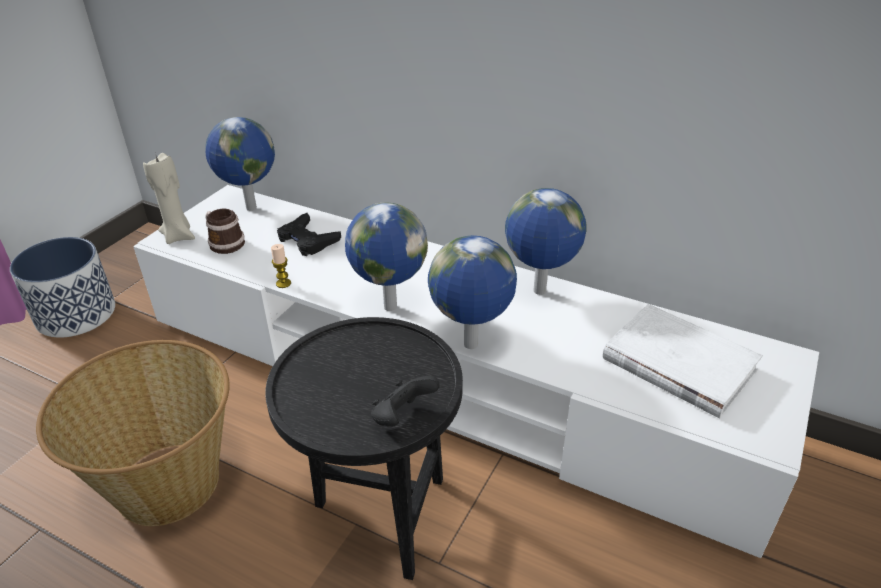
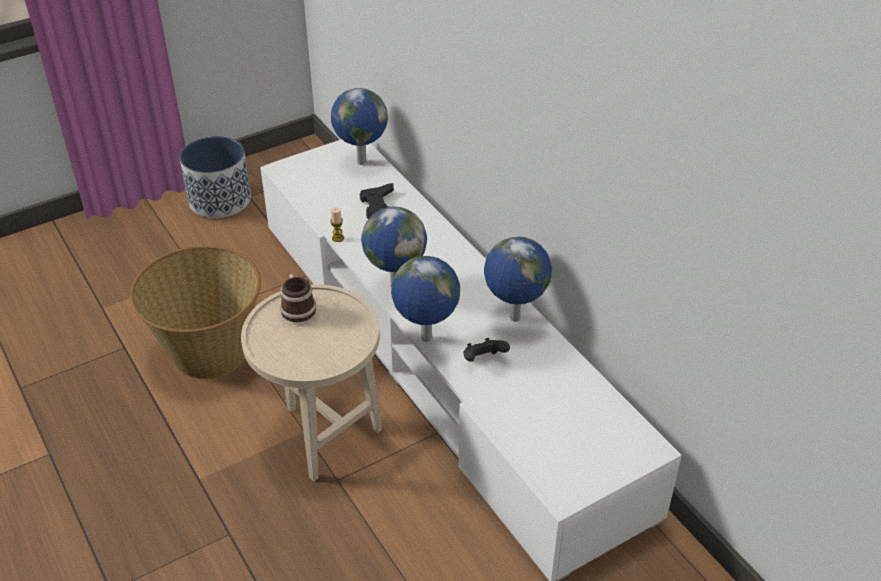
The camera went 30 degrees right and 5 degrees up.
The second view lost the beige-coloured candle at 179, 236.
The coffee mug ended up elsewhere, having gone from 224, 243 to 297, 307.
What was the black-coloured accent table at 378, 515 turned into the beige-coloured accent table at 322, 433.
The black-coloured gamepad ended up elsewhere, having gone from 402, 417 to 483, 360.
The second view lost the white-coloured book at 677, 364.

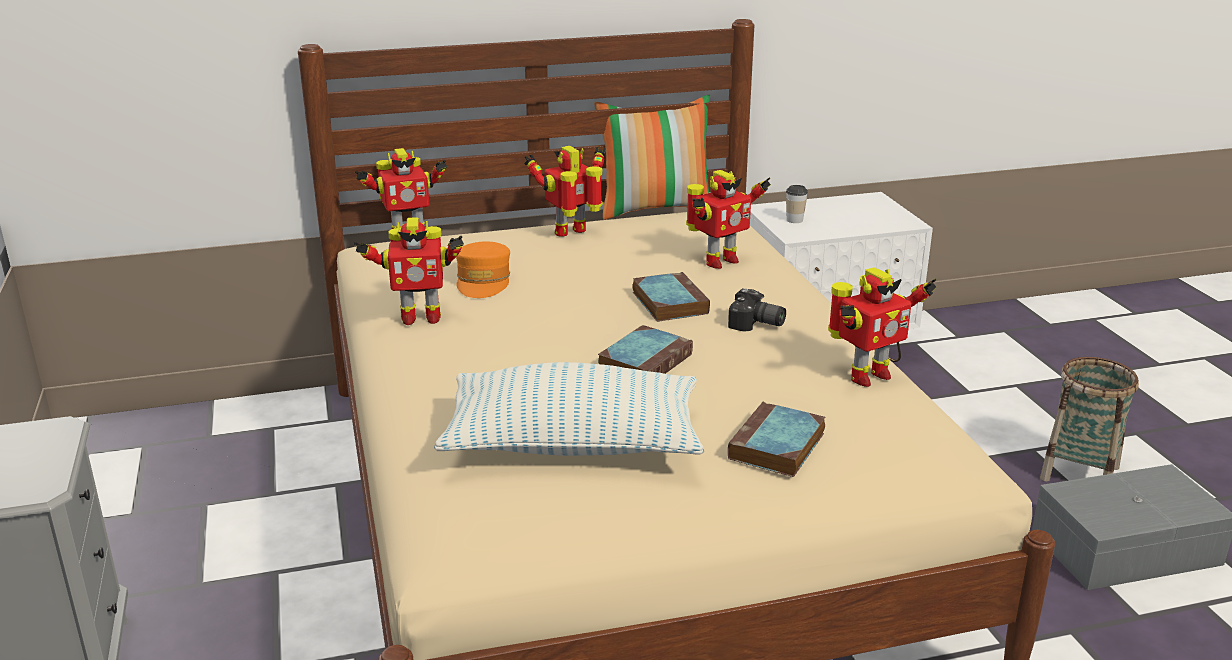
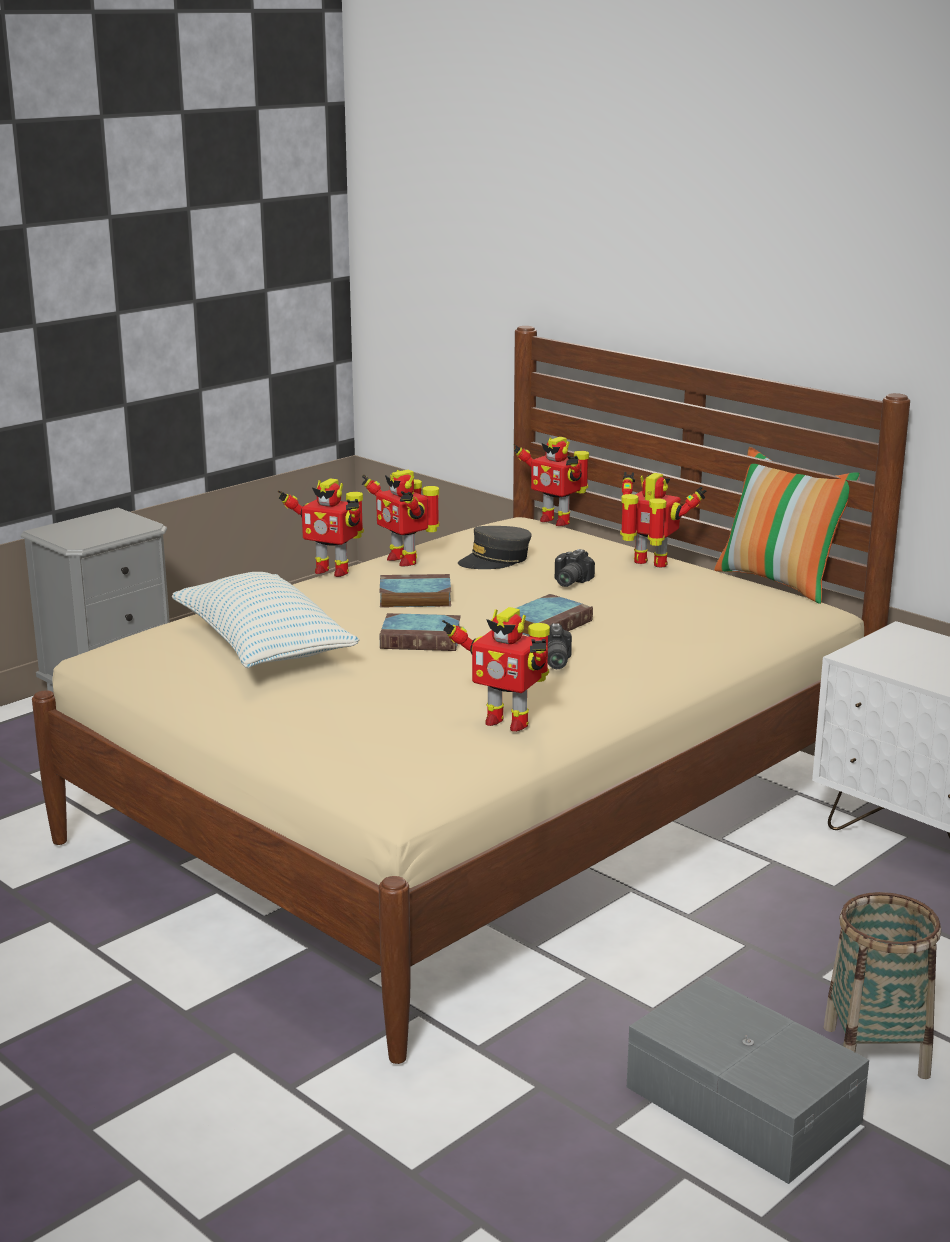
The camera went 60 degrees right and 5 degrees down.
What was the orangey peaked cap at 483, 281 turned into the grey peaked cap at 495, 560.
The robot figure ended up elsewhere, having gone from 719, 261 to 331, 570.
The book ended up elsewhere, having gone from 776, 447 to 413, 597.
The second view lost the drinking cup at 794, 220.
The second view gained the still camera at 568, 581.

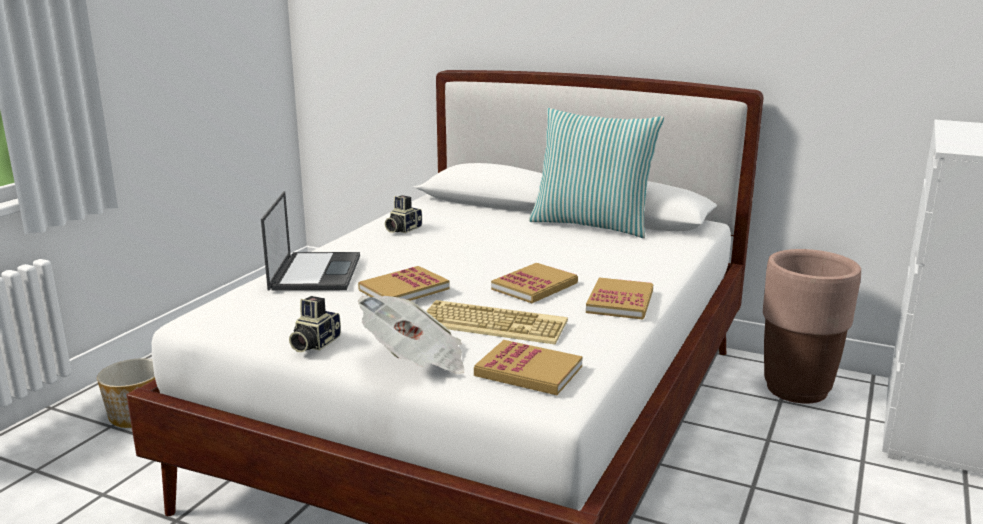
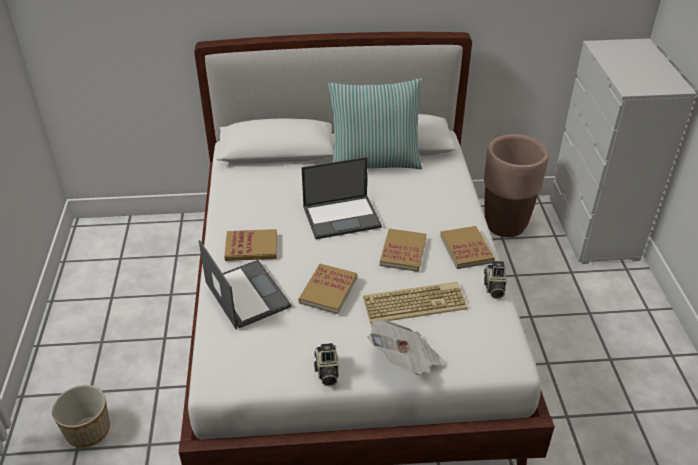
The camera went 30 degrees left and 20 degrees up.
The still camera ended up elsewhere, having gone from 402, 229 to 493, 288.
The book ended up elsewhere, having gone from 528, 371 to 251, 247.
The second view gained the portable computer at 342, 216.

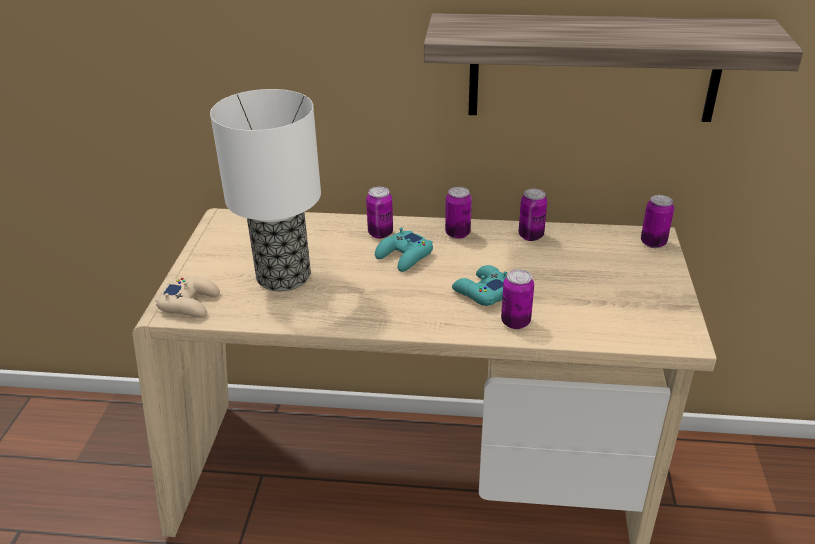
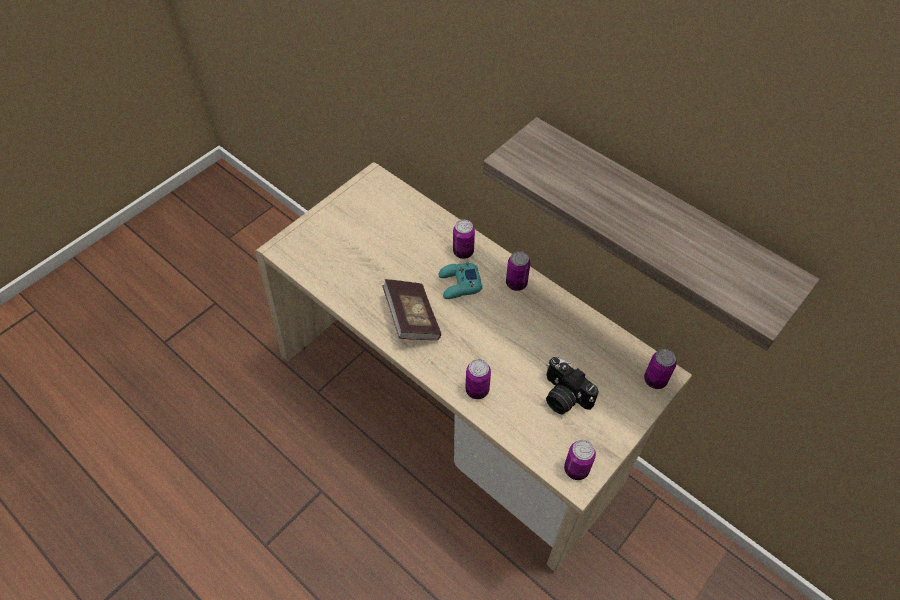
The camera went 35 degrees right and 20 degrees up.
The second view lost the beige-coloured gamepad at 190, 303.
The second view lost the table lamp at 282, 276.
The second view lost the blue-green gamepad at 482, 292.
The sealed can ended up elsewhere, having gone from 530, 236 to 576, 469.
The second view gained the book at 412, 318.
The second view gained the still camera at 563, 396.

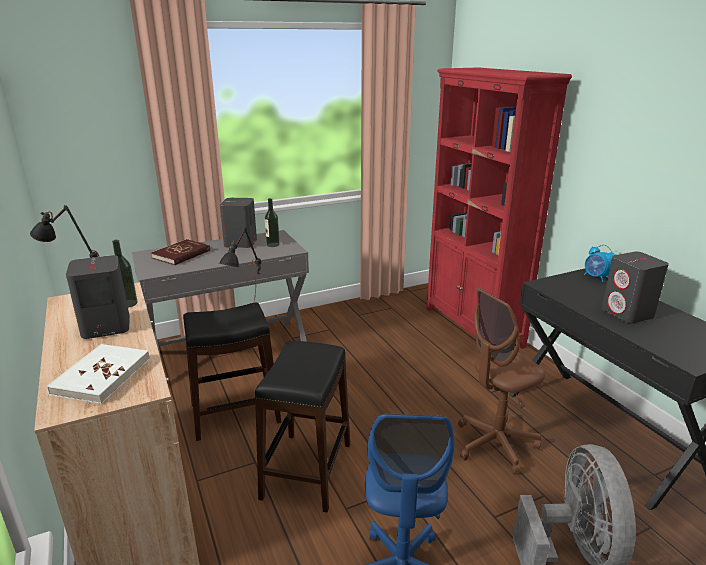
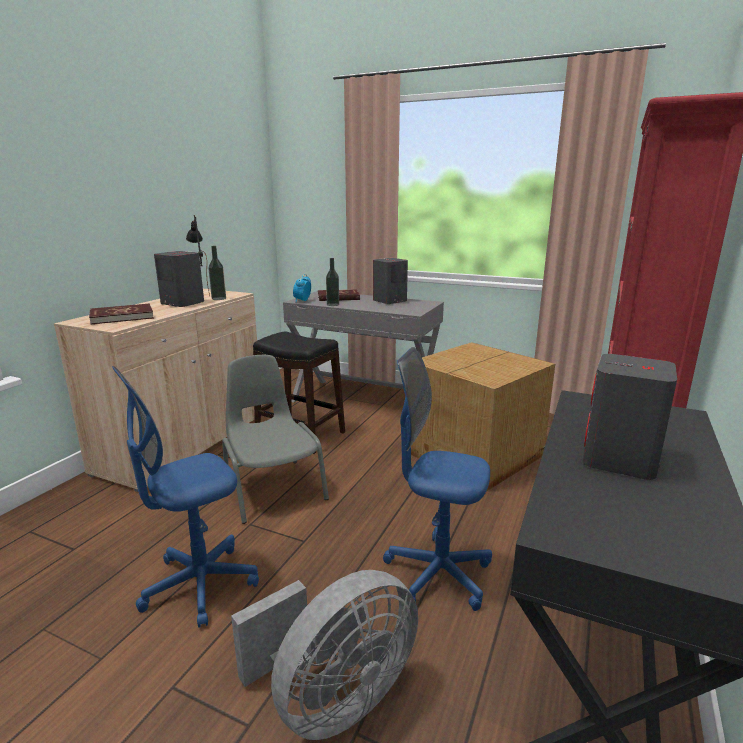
The camera went 50 degrees right and 5 degrees down.
What was the white-coloured book at 101, 376 turned into the red-coloured book at 122, 317.
The second view lost the black-coloured table lamp at 247, 315.
Where the black-coloured sitting stool stood at 306, 470, the grey chair came to stand at 273, 488.
The beverage bottle ended up elsewhere, having gone from 273, 244 to 333, 304.
What was the brown office chair at 495, 444 turned into the blue office chair at 437, 574.
The alarm clock ended up elsewhere, having gone from 596, 277 to 302, 301.
The second view gained the packing box at 476, 454.

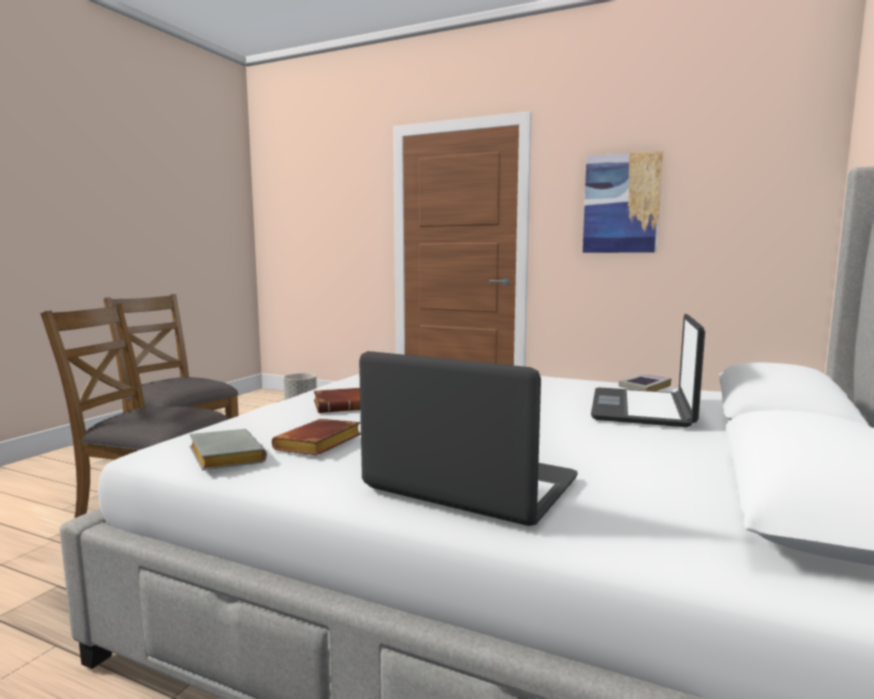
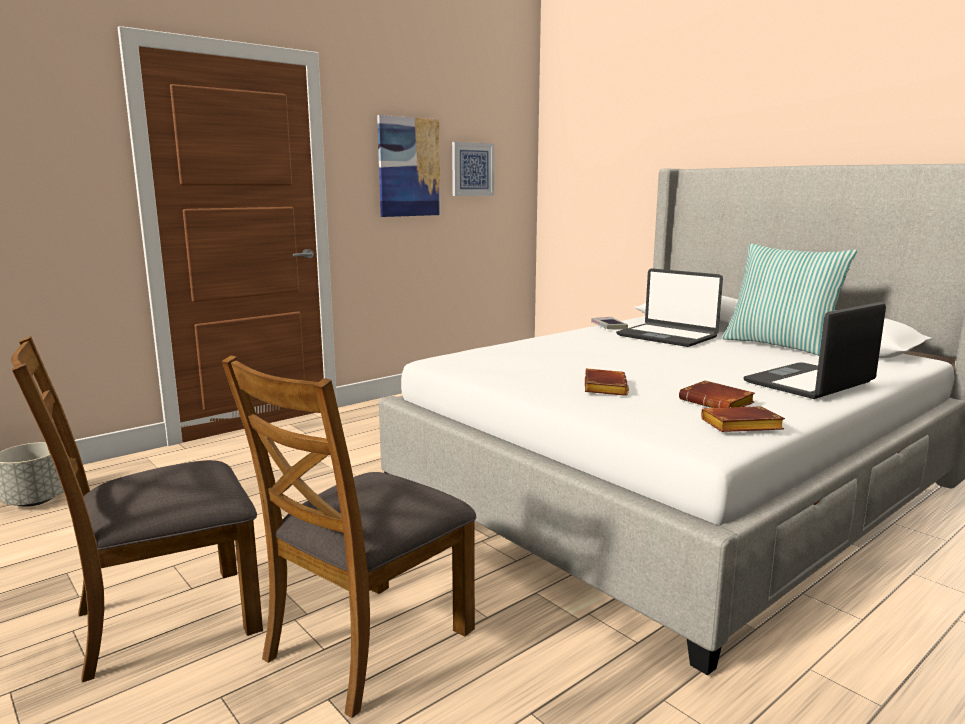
The camera went 65 degrees left and 5 degrees up.
What was the grey book at 223, 457 turned into the brown book at 740, 427.
The second view gained the picture at 472, 169.
The second view gained the cushion at 780, 346.

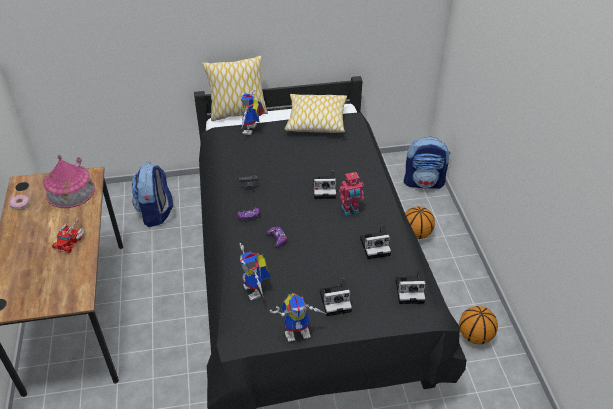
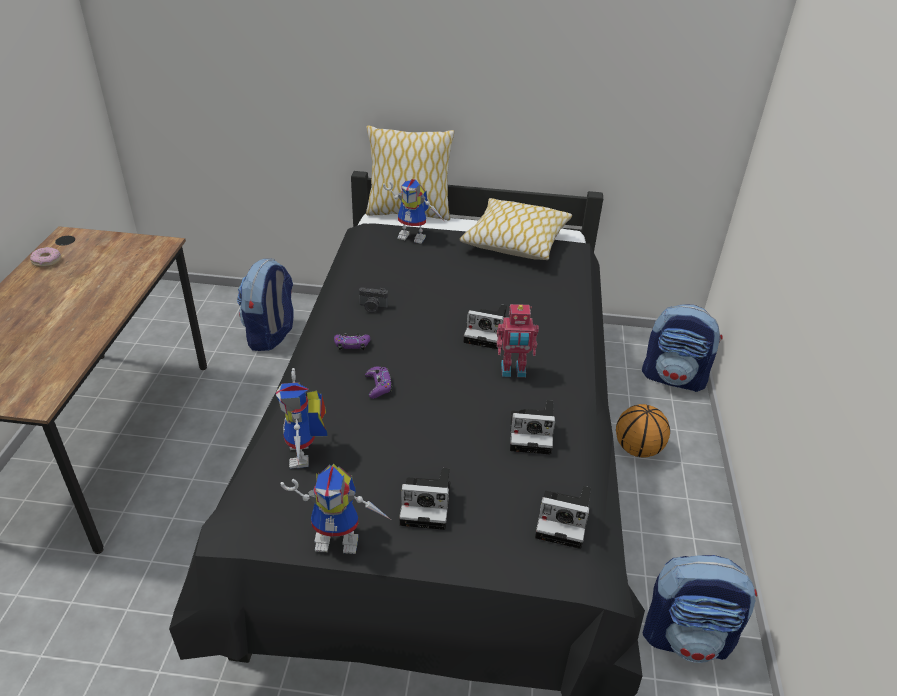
The camera went 15 degrees right and 5 degrees down.
The second view lost the miniature house at 70, 191.
The second view lost the toy truck at 71, 239.
The robot figure at 252, 131 ended up facing another way, 105 degrees counterclockwise from before.
Where the ball for basketball stood at 475, 335, the knapsack came to stand at 687, 637.

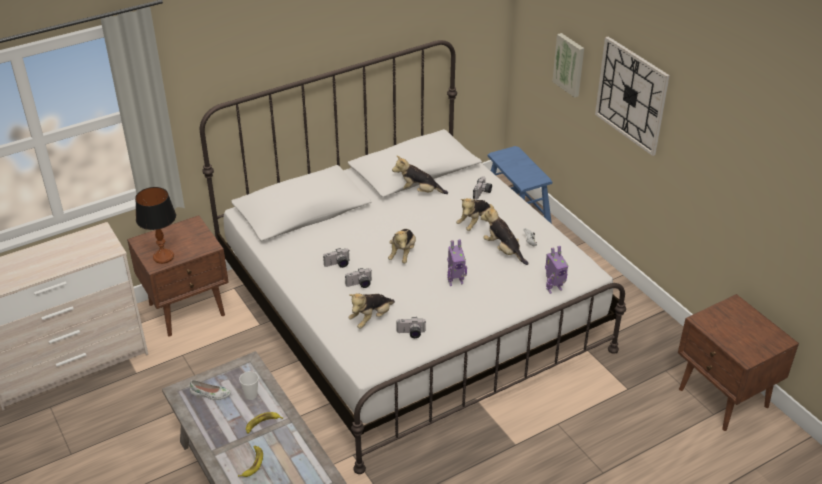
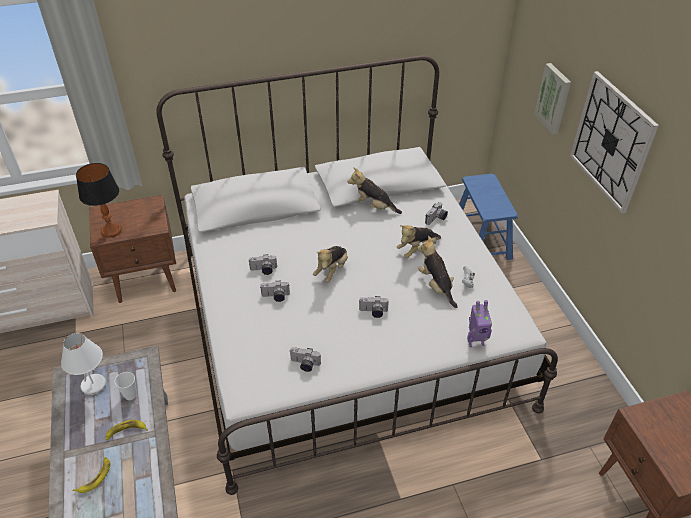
The camera went 15 degrees right and 5 degrees up.
Where the white-coloured low shoe stood at 210, 394, the white-coloured table lamp came to stand at 93, 384.
The second view lost the soft toy at 371, 318.
Where the robot figure stood at 455, 281, the still camera came to stand at 373, 312.

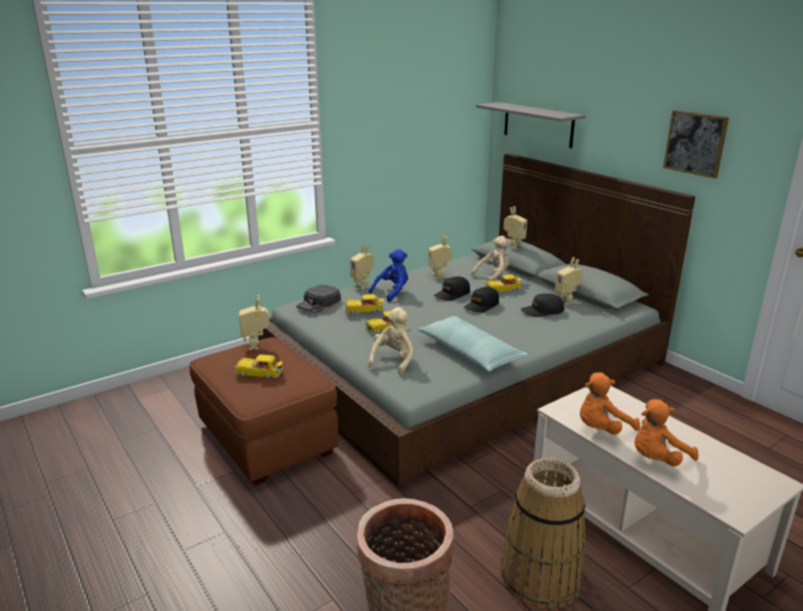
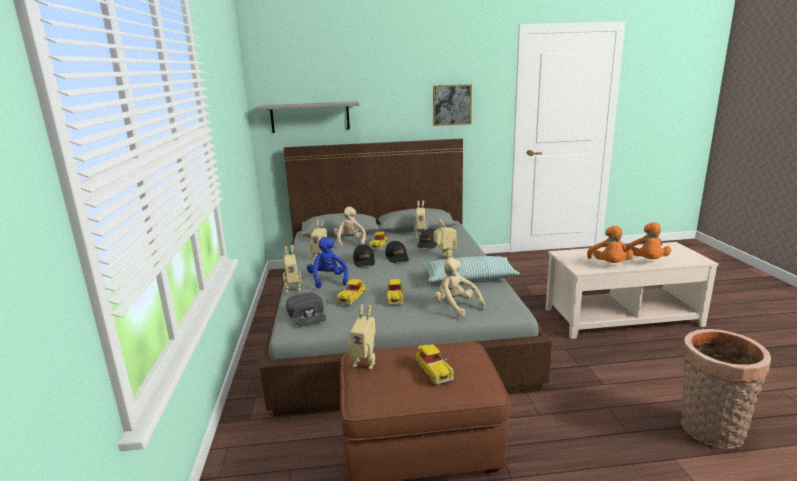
The camera went 60 degrees left and 5 degrees down.
The model car at 260, 373 ended up facing another way, 60 degrees counterclockwise from before.
The second view lost the storage basket at 540, 577.
The robot figure ended up elsewhere, having gone from 513, 246 to 445, 257.

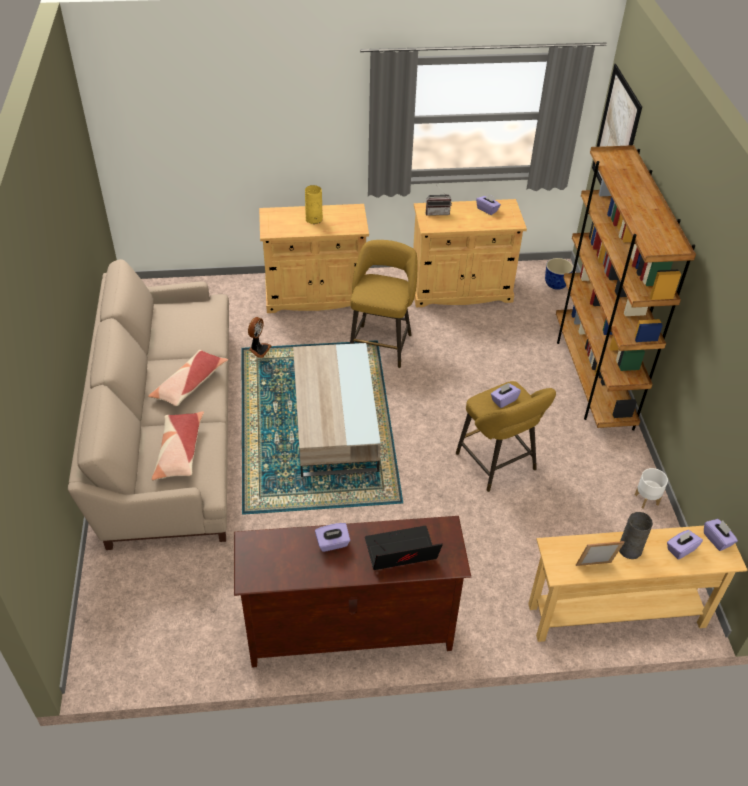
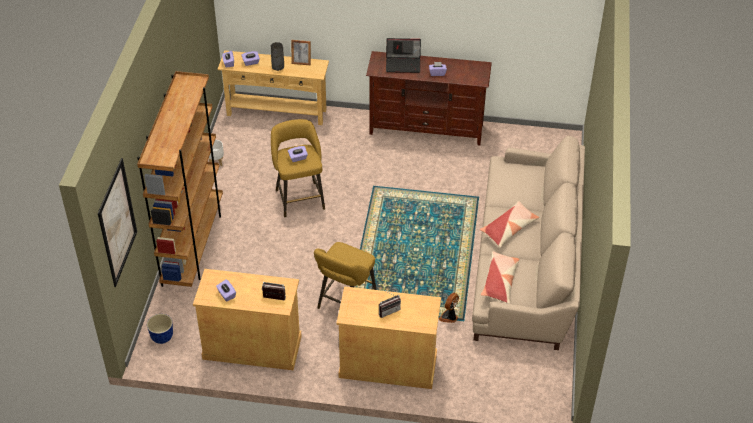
The camera went 165 degrees left and 0 degrees up.
The cushion ended up elsewhere, having gone from 179, 451 to 500, 281.
The second view lost the beige-coloured lounge table at 335, 422.
Where the yellow-coloured vase stood at 314, 219, the radio came to stand at 388, 310.

